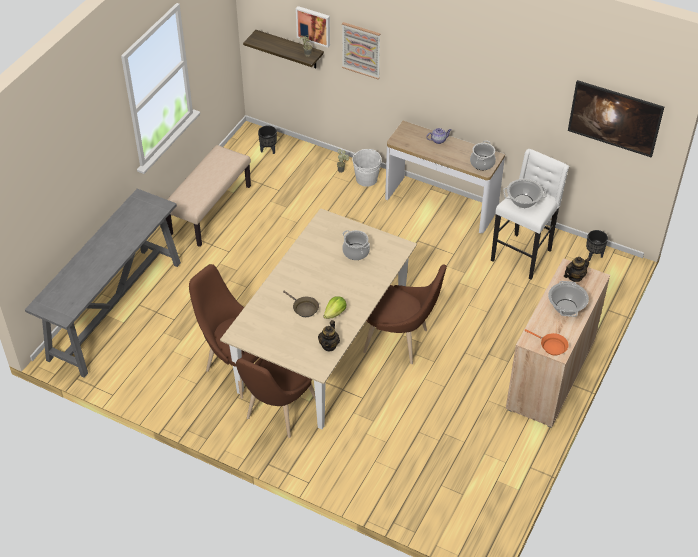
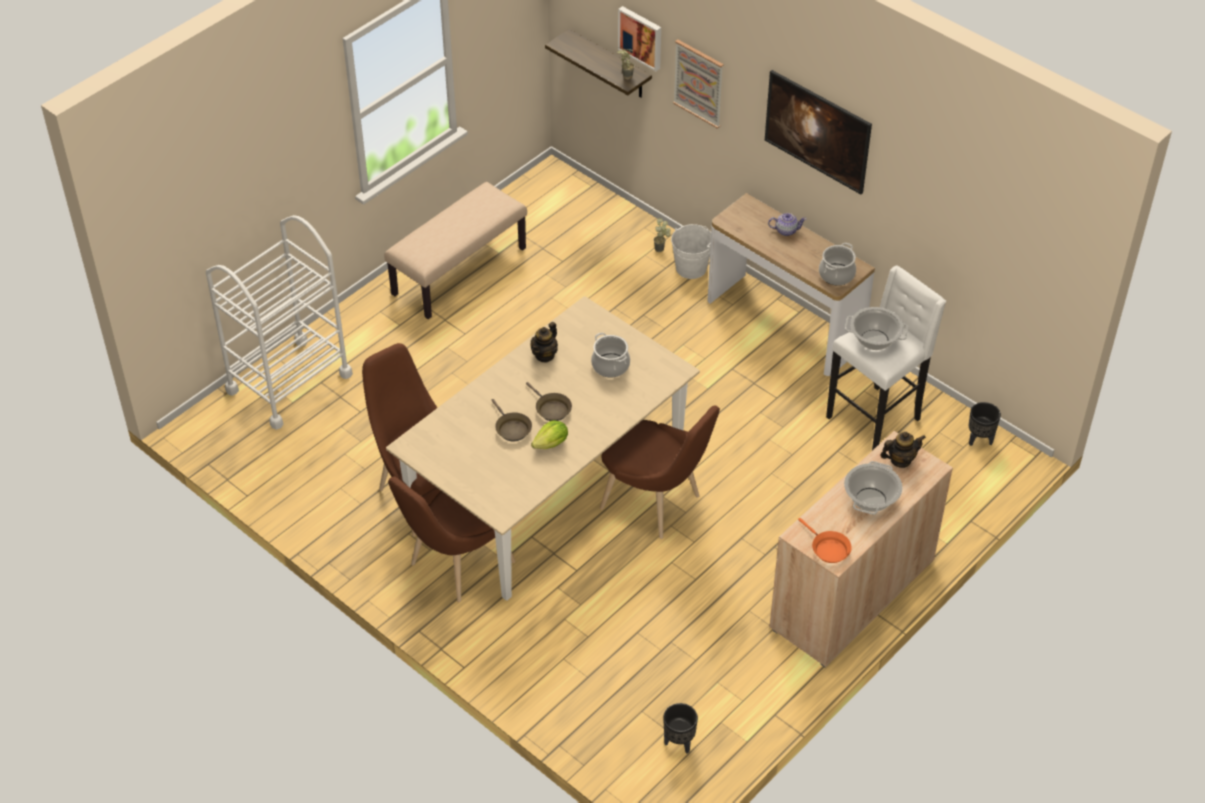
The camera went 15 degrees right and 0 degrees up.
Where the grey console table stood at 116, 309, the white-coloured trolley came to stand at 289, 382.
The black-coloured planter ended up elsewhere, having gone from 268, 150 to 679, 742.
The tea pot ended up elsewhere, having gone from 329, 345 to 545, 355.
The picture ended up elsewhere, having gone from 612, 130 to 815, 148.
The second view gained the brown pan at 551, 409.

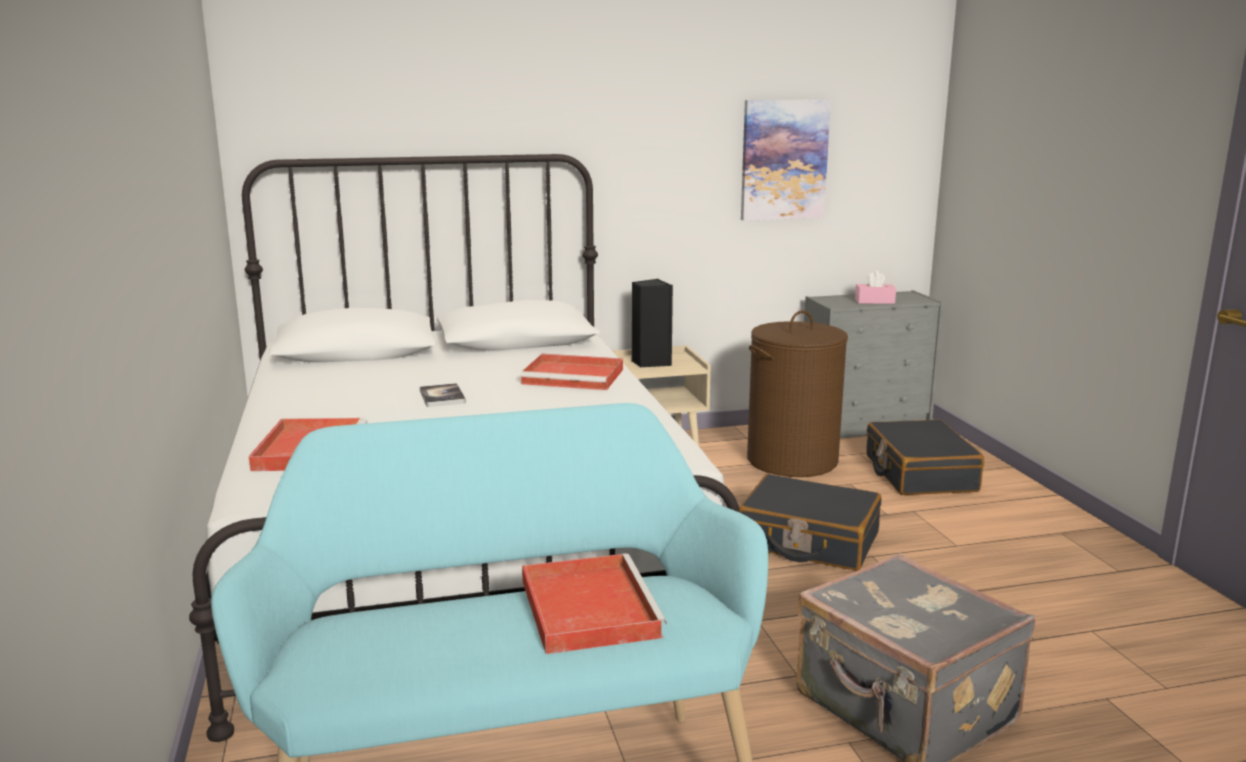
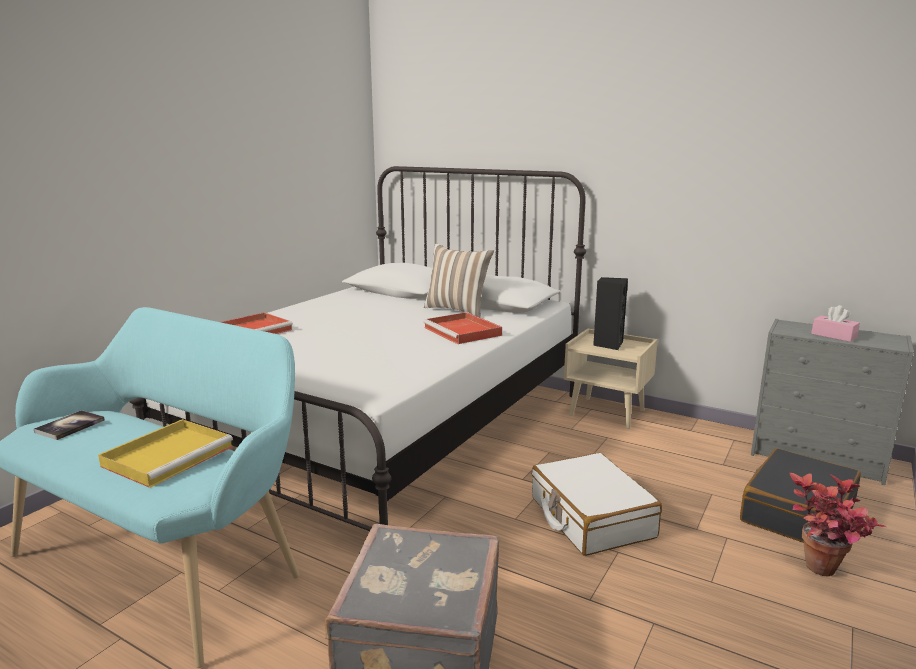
The camera went 45 degrees right and 0 degrees up.
The book ended up elsewhere, having gone from 442, 397 to 70, 426.
What was the red-coloured carrying tray at 587, 607 turned into the yellow-coloured carrying tray at 170, 455.
What was the black-coloured suitcase at 808, 540 turned into the white-coloured suitcase at 590, 517.
The second view lost the picture at 783, 159.
The second view lost the brown washing basket at 792, 460.
The second view gained the cushion at 458, 310.
The second view gained the plant in a pot at 822, 575.

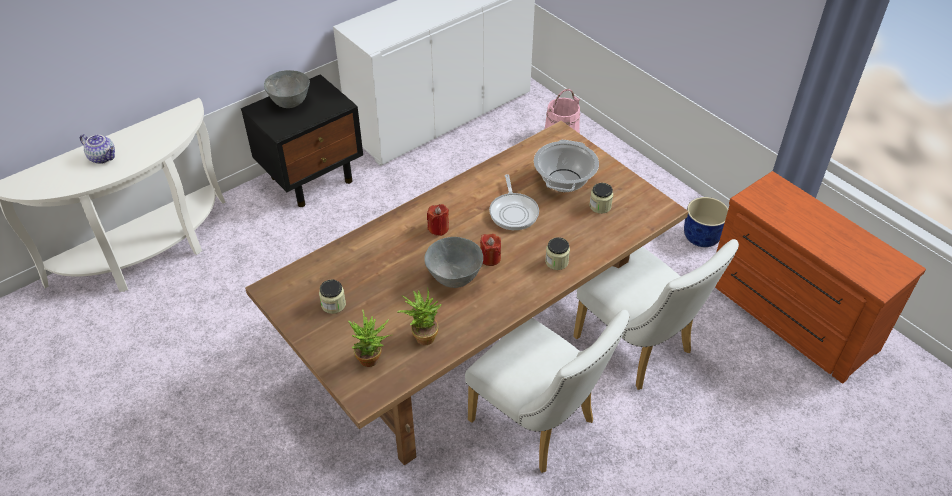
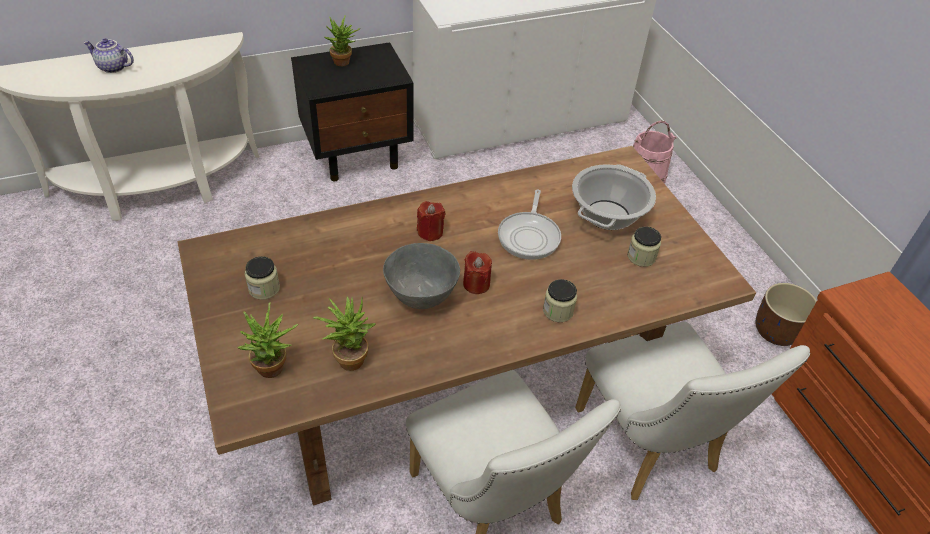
The camera went 15 degrees right and 0 degrees up.
The tea pot at 103, 157 ended up facing another way, 150 degrees clockwise from before.
Where the grey bowl stood at 290, 103, the plant in a pot came to stand at 344, 63.
What was the blue planter at 702, 237 turned into the brown planter at 777, 331.

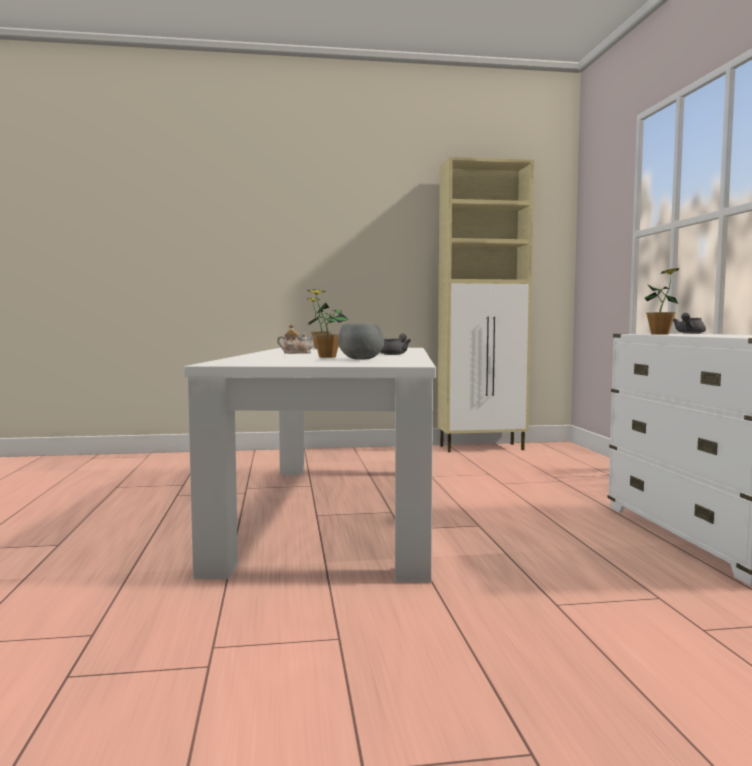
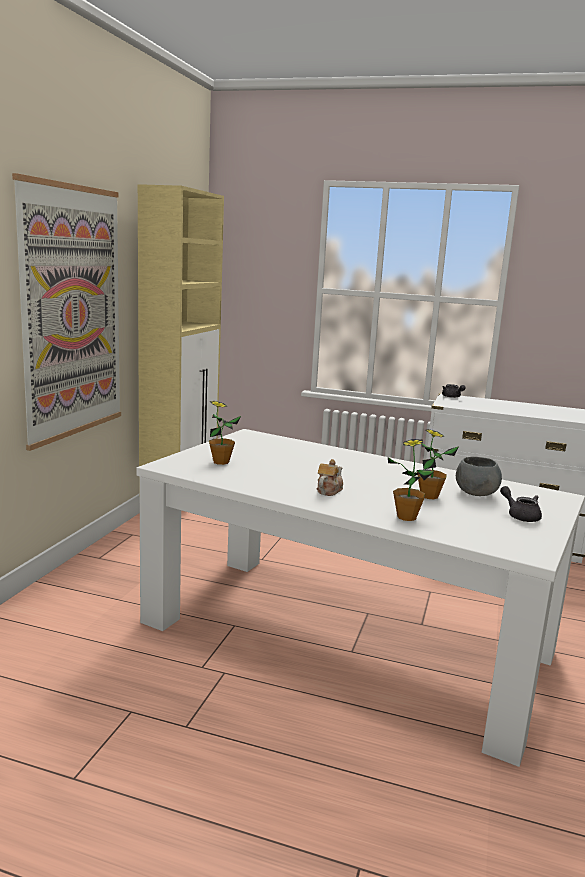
The camera went 65 degrees left and 10 degrees up.
The grey tea pot ended up elsewhere, having gone from 395, 354 to 520, 516.
The plant in a pot ended up elsewhere, having gone from 659, 334 to 406, 517.
The second view gained the picture at 73, 313.

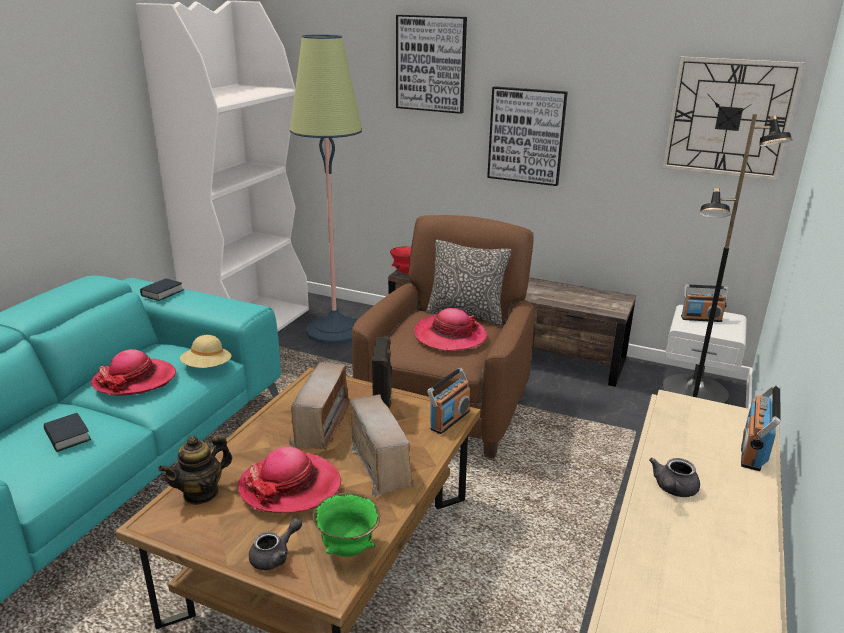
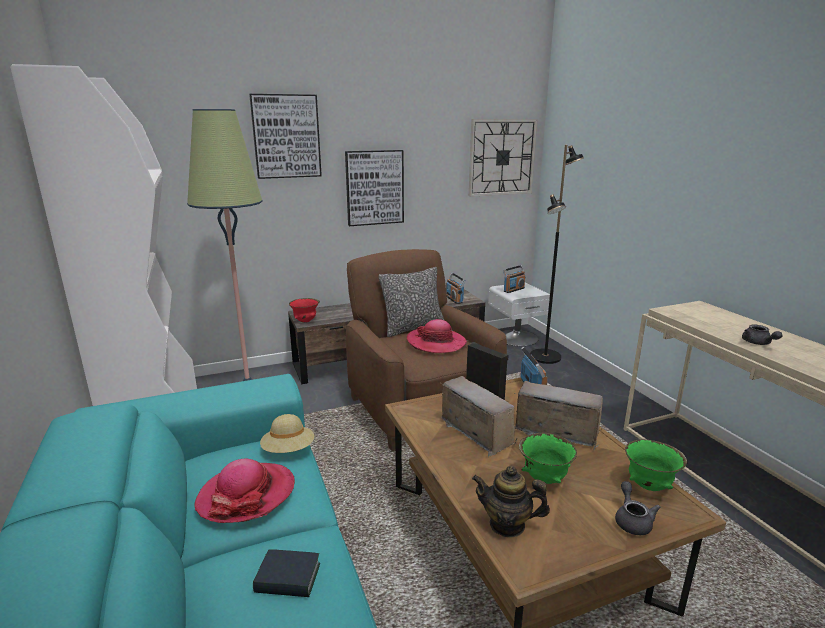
The camera went 45 degrees left and 5 degrees down.
The second view lost the book at 162, 293.
The tea pot at 201, 493 ended up facing another way, 105 degrees clockwise from before.
Where the wearable hat stood at 290, 486, the greenish bowl came to stand at 544, 478.
The radio ended up elsewhere, having gone from 753, 450 to 454, 299.

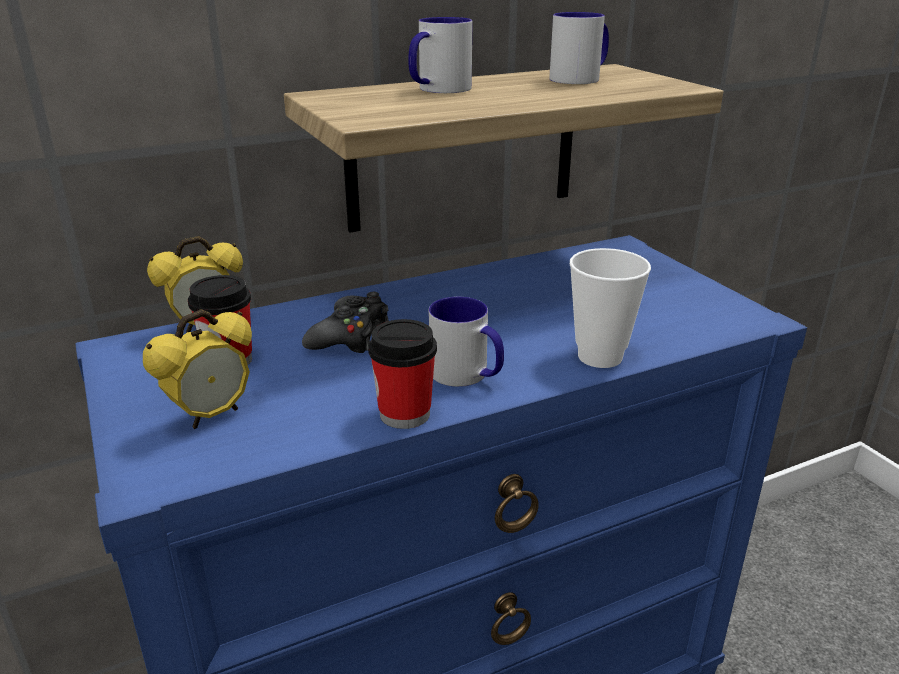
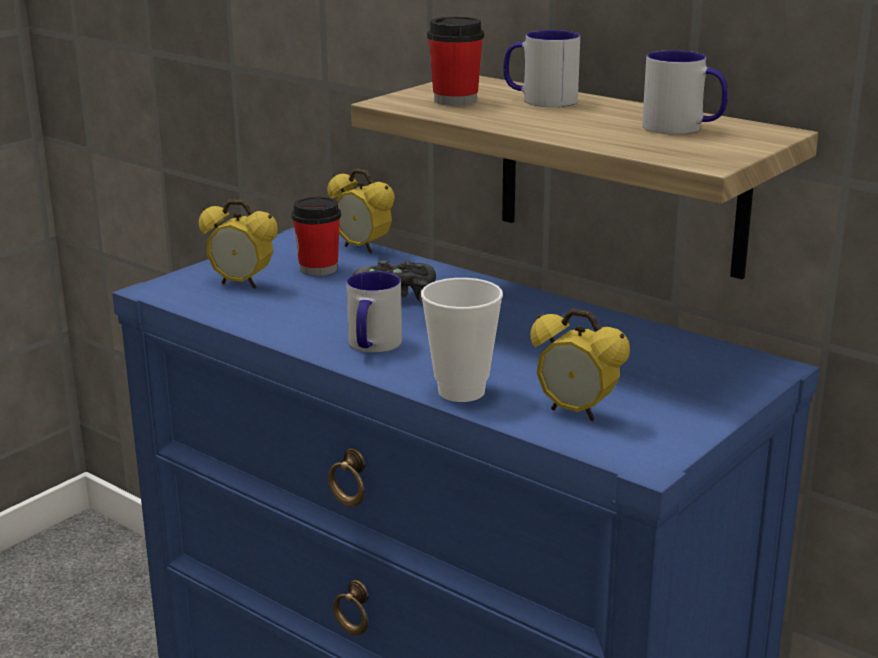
The camera went 65 degrees right and 5 degrees down.
The drinking cup ended up elsewhere, having gone from 404, 414 to 455, 100.
The second view gained the alarm clock at 576, 412.

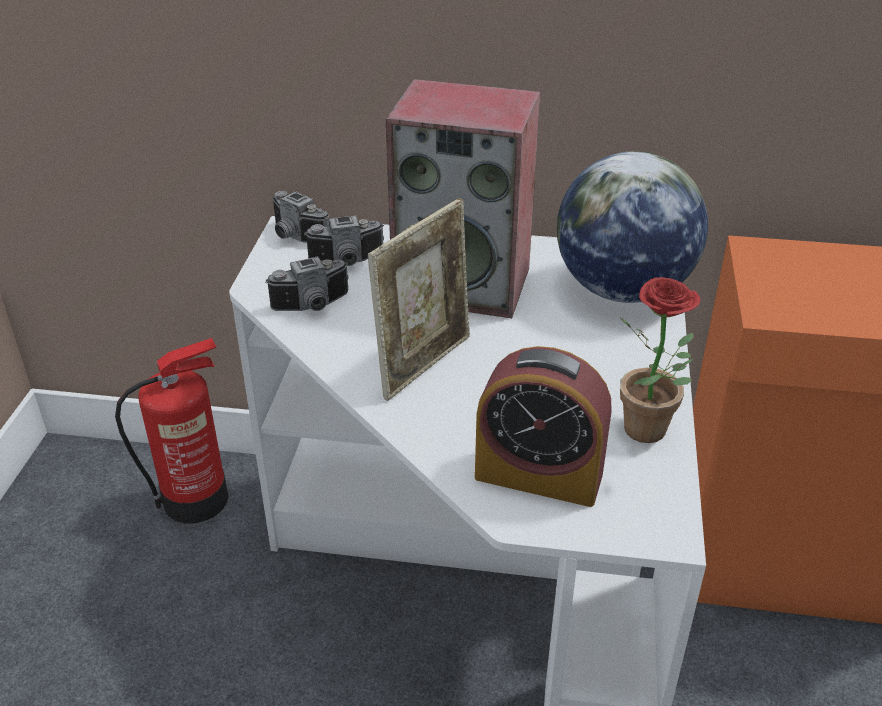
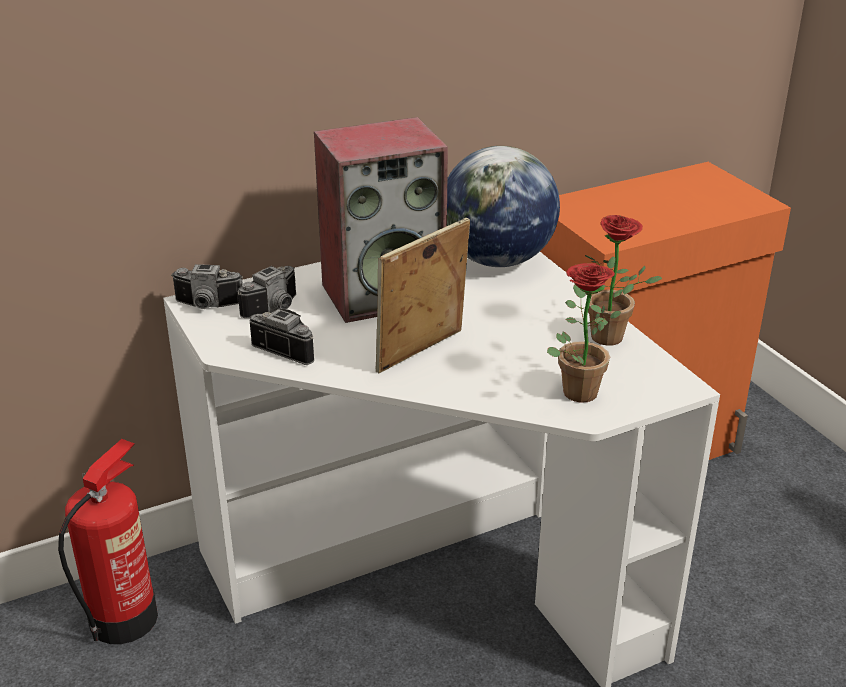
The camera went 35 degrees left and 5 degrees down.
The still camera at 313, 307 ended up facing another way, 90 degrees counterclockwise from before.
The photo frame at 424, 364 ended up facing another way, 135 degrees counterclockwise from before.
Where the alarm clock stood at 538, 475, the plant in a pot came to stand at 576, 388.

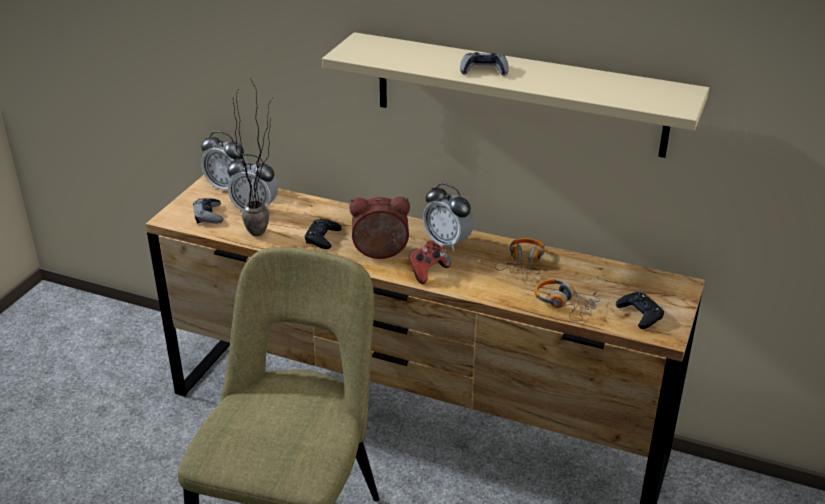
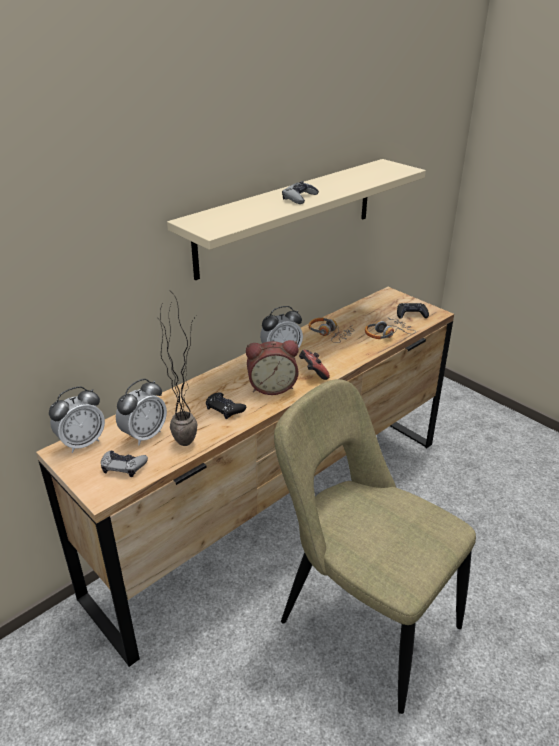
The camera went 65 degrees left and 0 degrees up.
The alarm clock at 380, 253 ended up facing another way, 120 degrees counterclockwise from before.

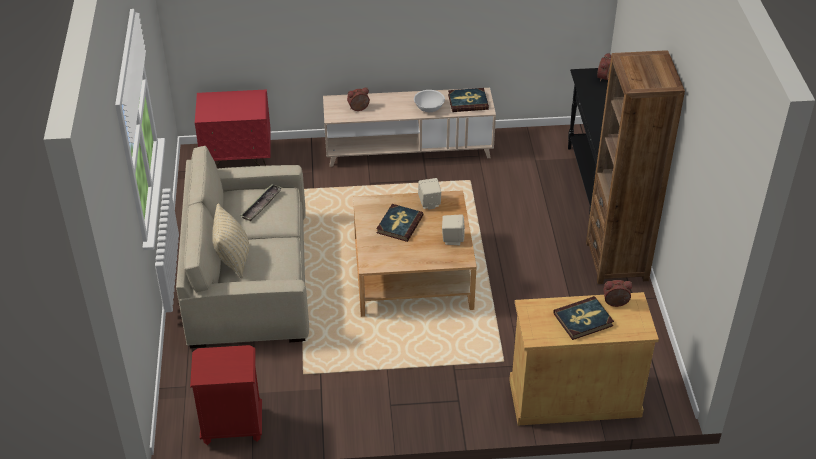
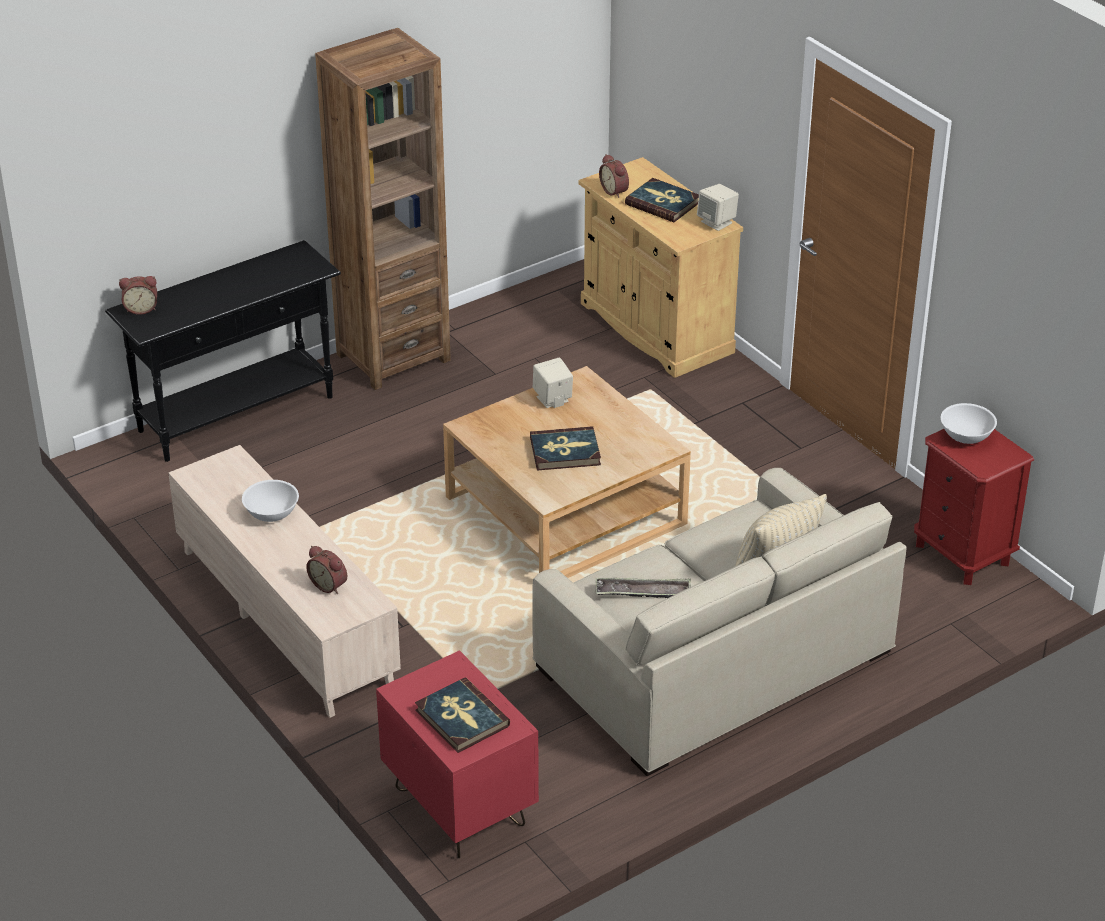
The camera went 120 degrees left and 5 degrees down.
The beige-coloured loudspeaker ended up elsewhere, having gone from 429, 203 to 717, 222.
The book ended up elsewhere, having gone from 468, 102 to 461, 718.
The second view gained the white-coloured bowl at 966, 436.

